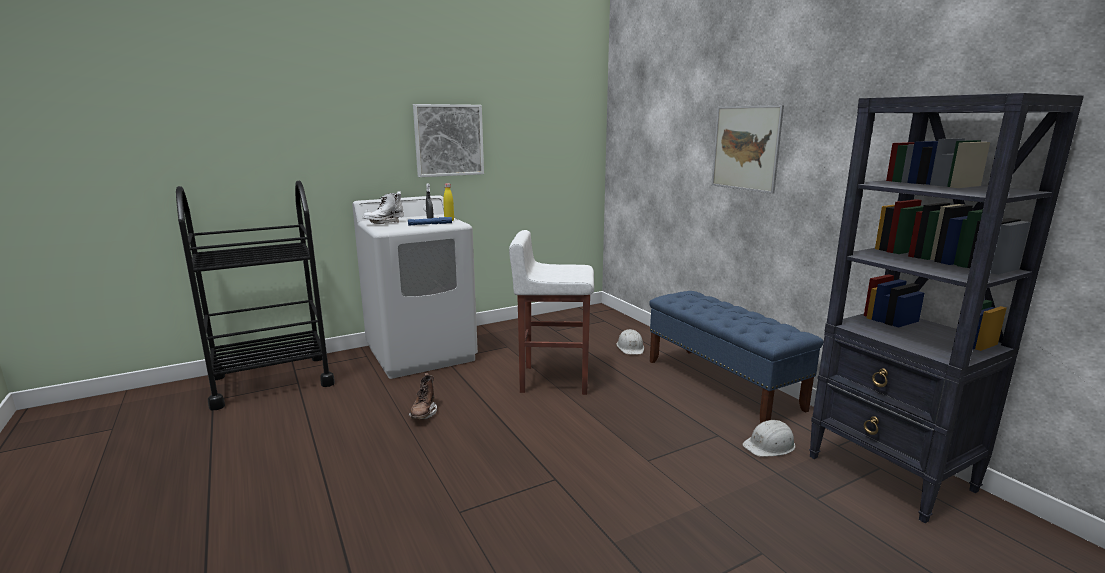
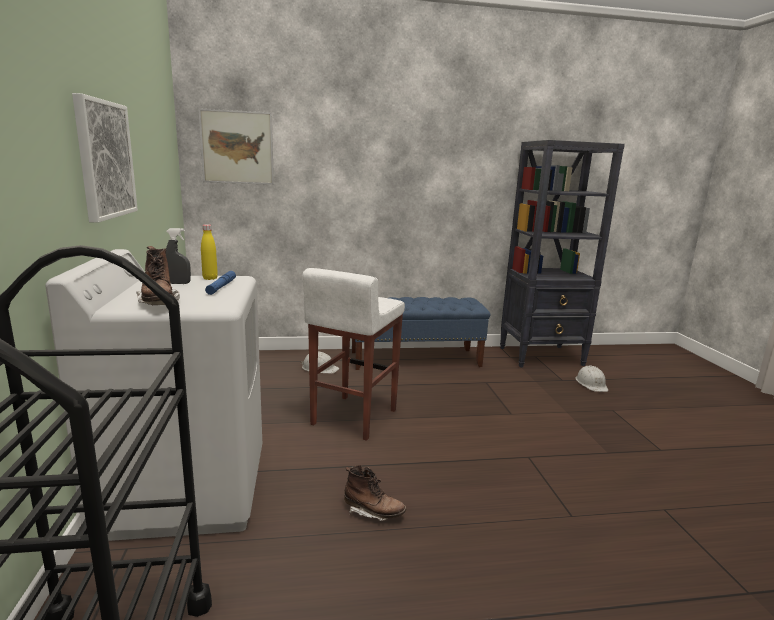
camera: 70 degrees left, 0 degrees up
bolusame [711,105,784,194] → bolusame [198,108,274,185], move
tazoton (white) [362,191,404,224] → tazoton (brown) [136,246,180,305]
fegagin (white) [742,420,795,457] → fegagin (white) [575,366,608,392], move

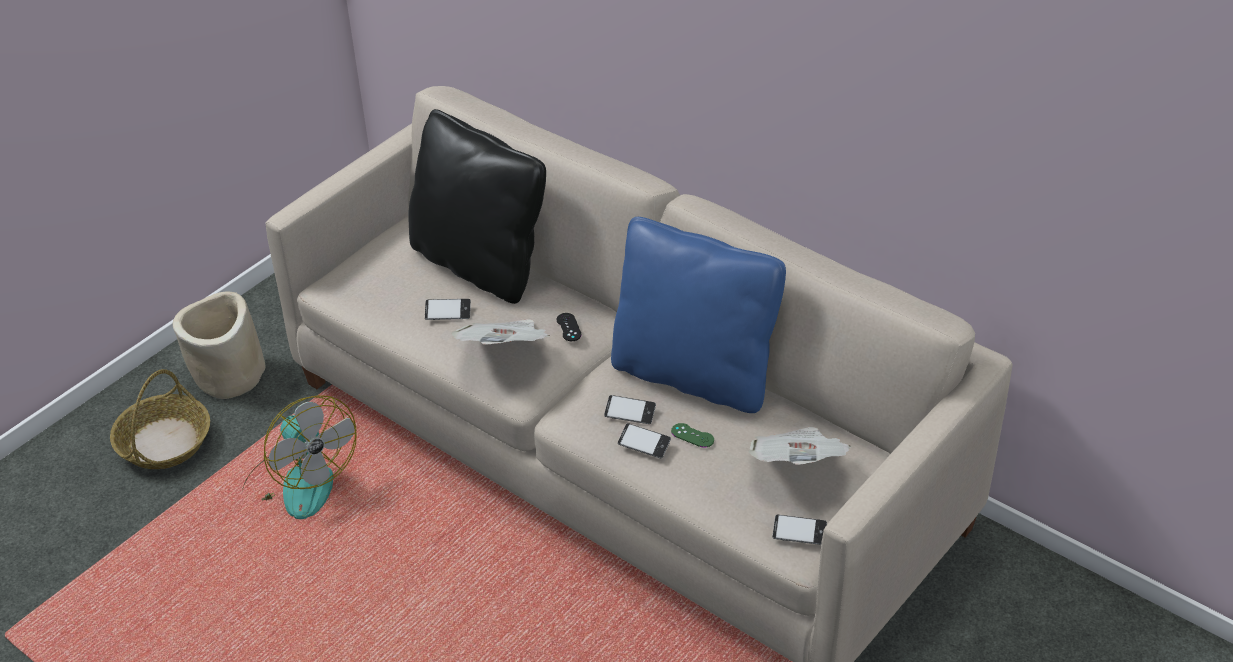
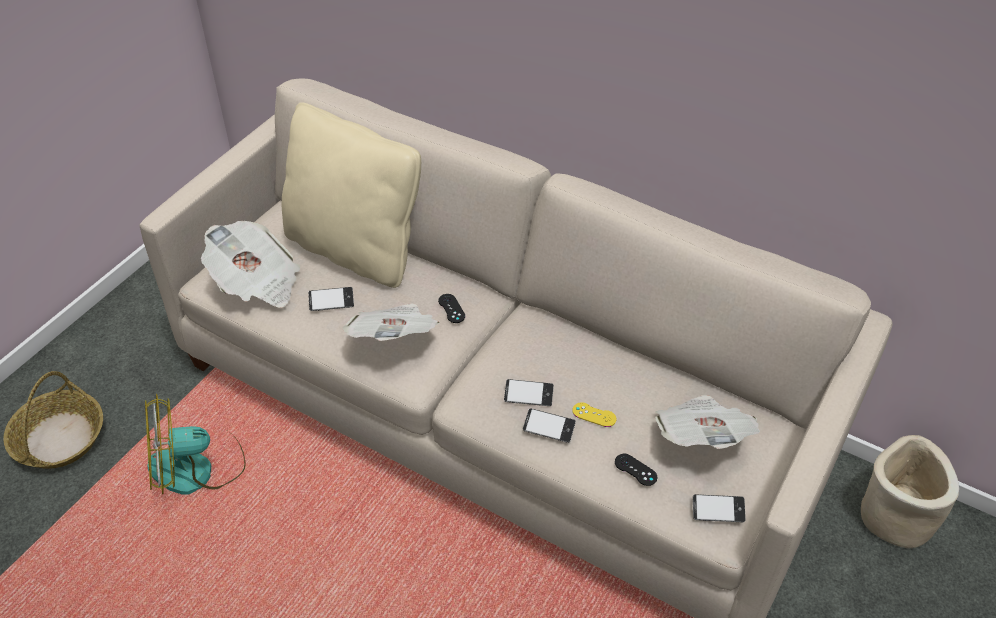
camera: 10 degrees left, 5 degrees up
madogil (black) [408,109,546,304] → madogil (beige) [282,102,421,288]
madogil (blue) [611,217,786,413] → -
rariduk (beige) [173,291,266,399] → rariduk (beige) [861,435,959,548], move
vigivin [242,395,357,519] → vigivin [145,394,246,495], 120 degrees clockwise
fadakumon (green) [671,423,714,448] → fadakumon (yellow) [572,402,616,427]
- → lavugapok [201,221,300,308]
- → fadakumon (black) [615,454,657,486]

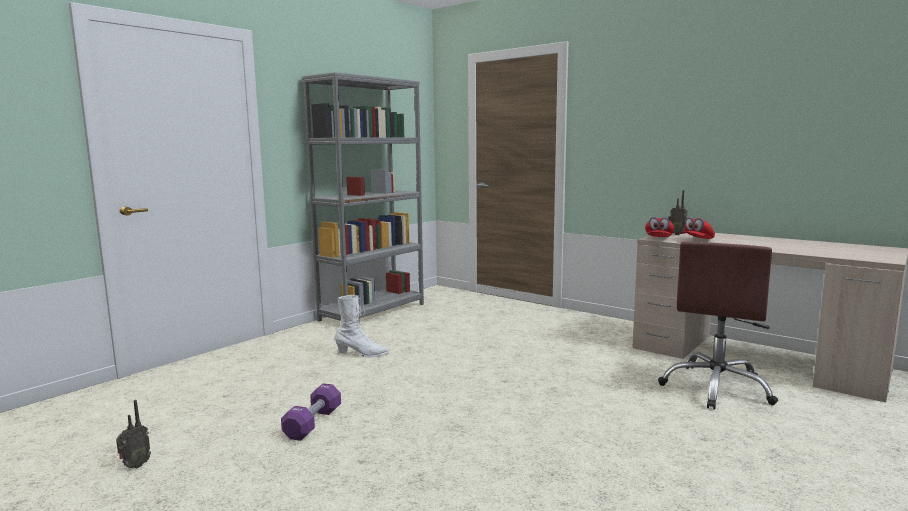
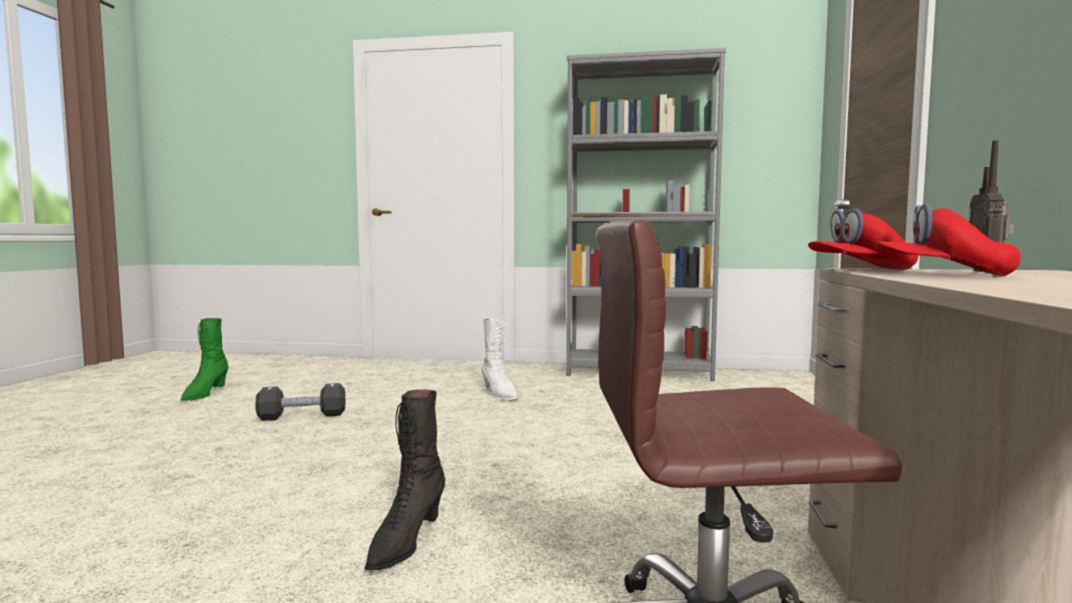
camera: 60 degrees right, 5 degrees down
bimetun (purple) [281,383,341,441] → bimetun (black) [255,383,345,421]
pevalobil [116,400,151,469] → tazoton (green) [181,318,229,400]
- → tazoton (black) [364,390,445,570]

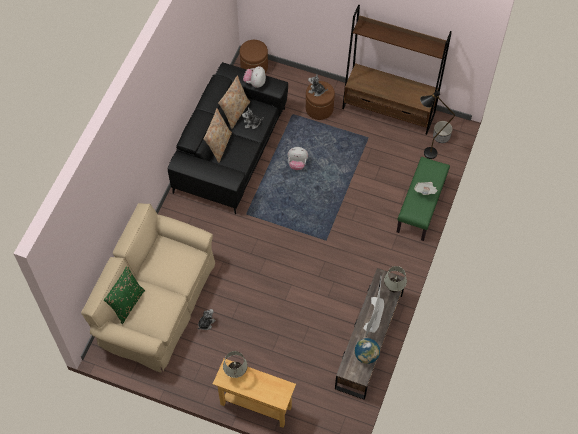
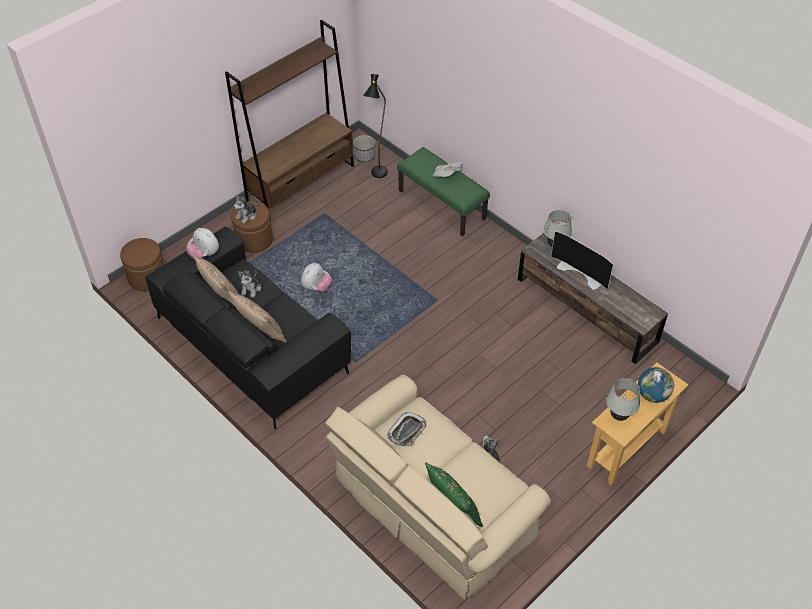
camera: 65 degrees left, 10 degrees down
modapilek [355,338,380,364] → modapilek [638,367,674,403], move
- → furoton [388,412,426,447]

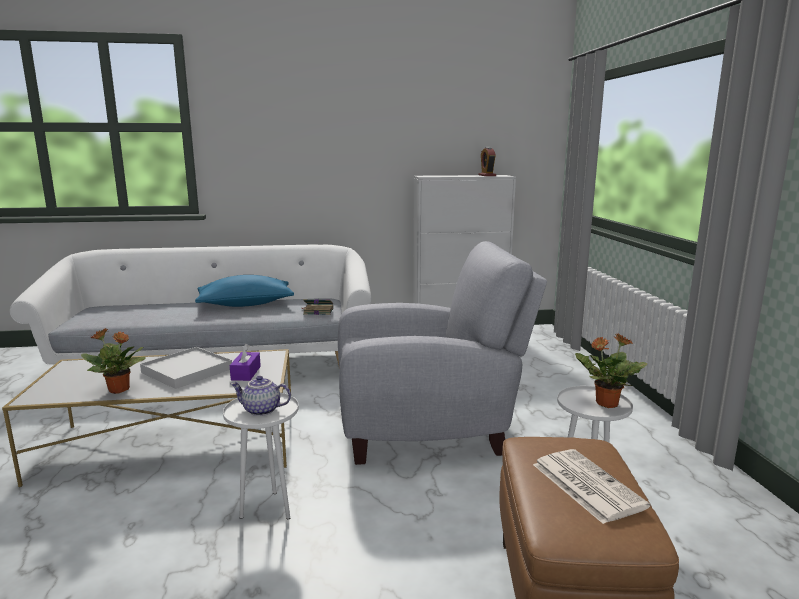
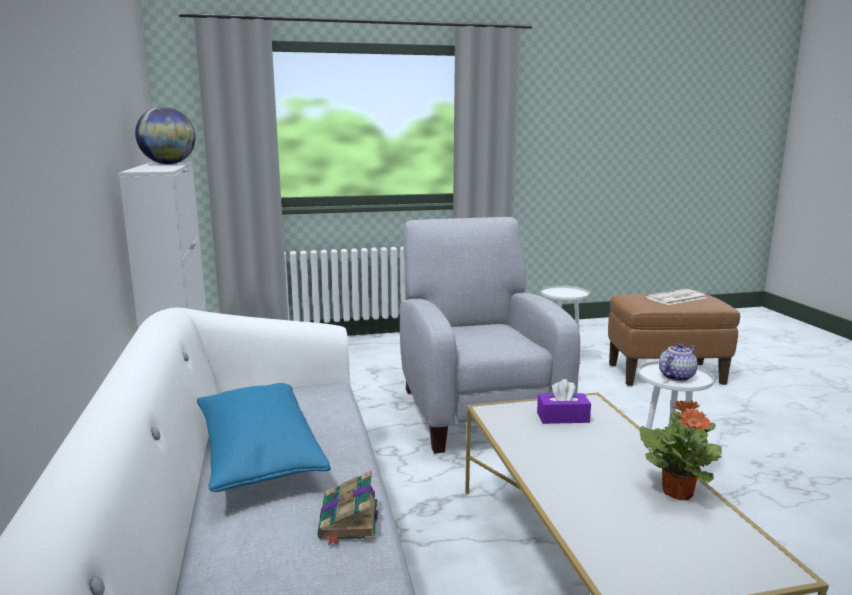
camera: 95 degrees left, 0 degrees up
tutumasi [478,147,496,176] → modapilek [135,107,195,164]
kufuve [302,299,333,315] → kufuve [317,470,378,545], move
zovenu [575,333,647,408] → -
furoton (white) [140,347,232,389] → -
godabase [231,376,291,416] → godabase [659,343,698,381], 135 degrees counterclockwise

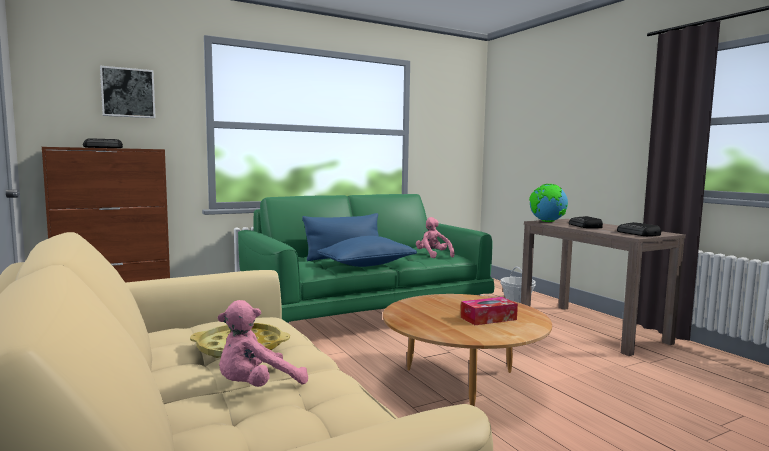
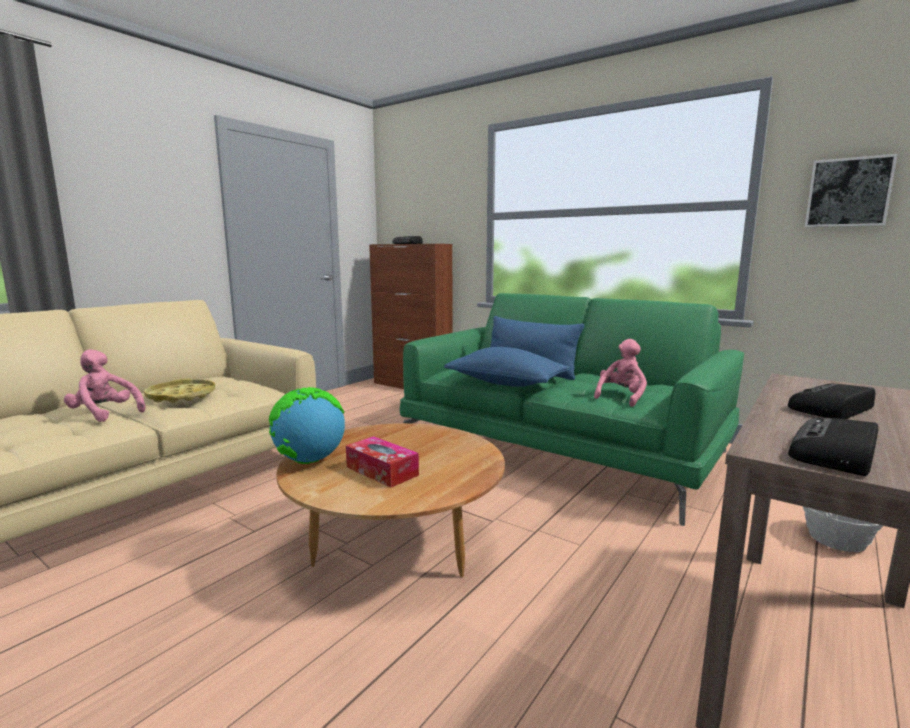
camera: 65 degrees right, 5 degrees up
bolusame [100,66,156,118] → bolusame [805,154,898,227], move
modapilek [529,184,568,222] → modapilek [269,387,345,464], move

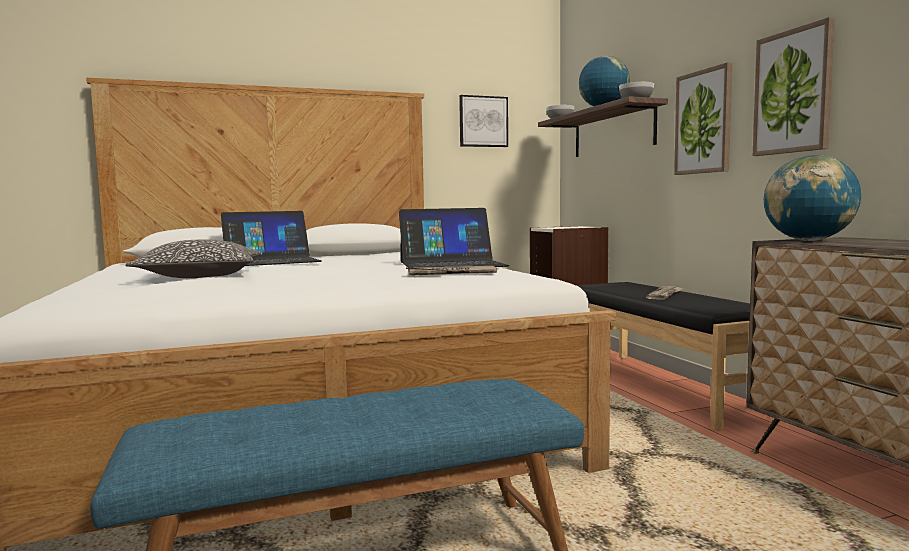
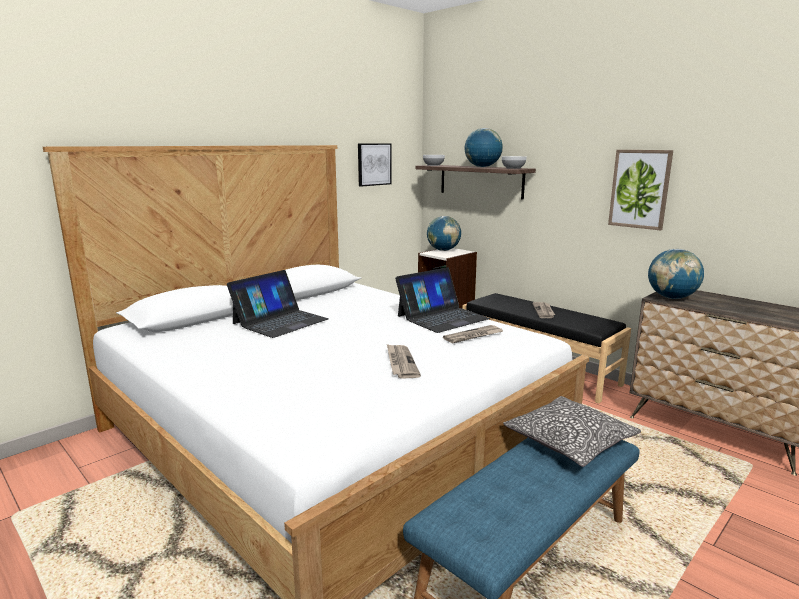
camera: 25 degrees left, 10 degrees up
bolusame [674,62,732,175] → -
madogil [125,239,261,278] → madogil [503,396,641,467], move
- → modapilek [427,216,461,251]
- → lavugapok [387,344,421,378]

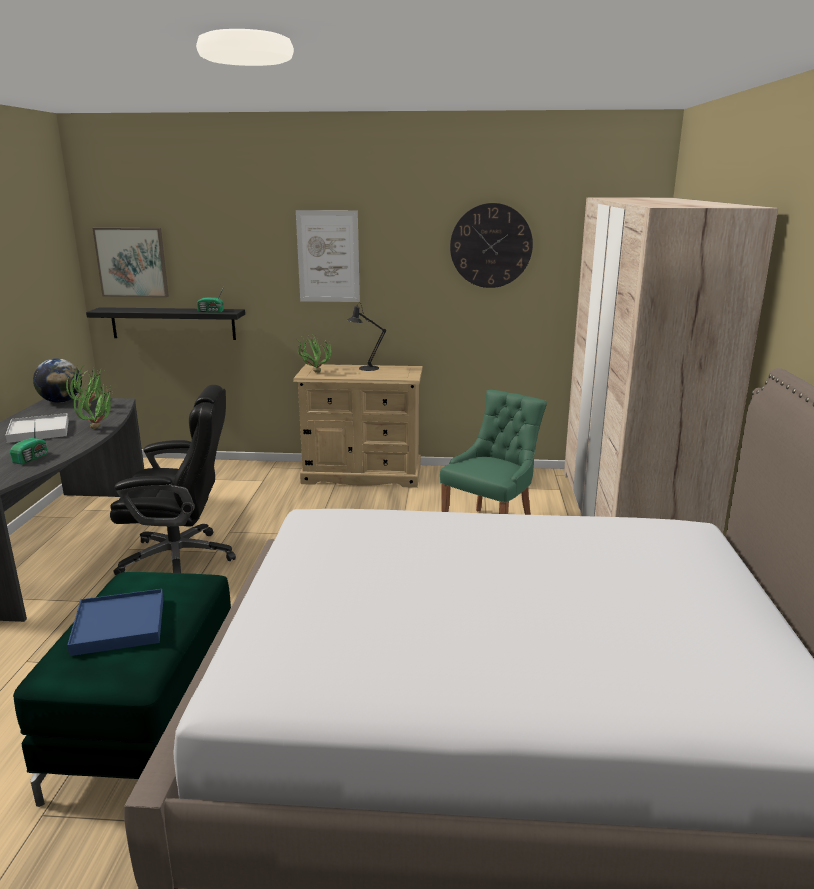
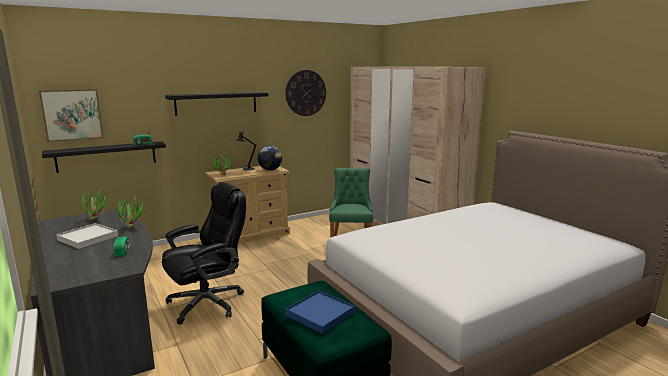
camera: 35 degrees left, 5 degrees down
bolusame [296,210,360,302] → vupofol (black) [165,92,268,116]
modapilek [33,358,82,403] → modapilek [258,146,282,170], move

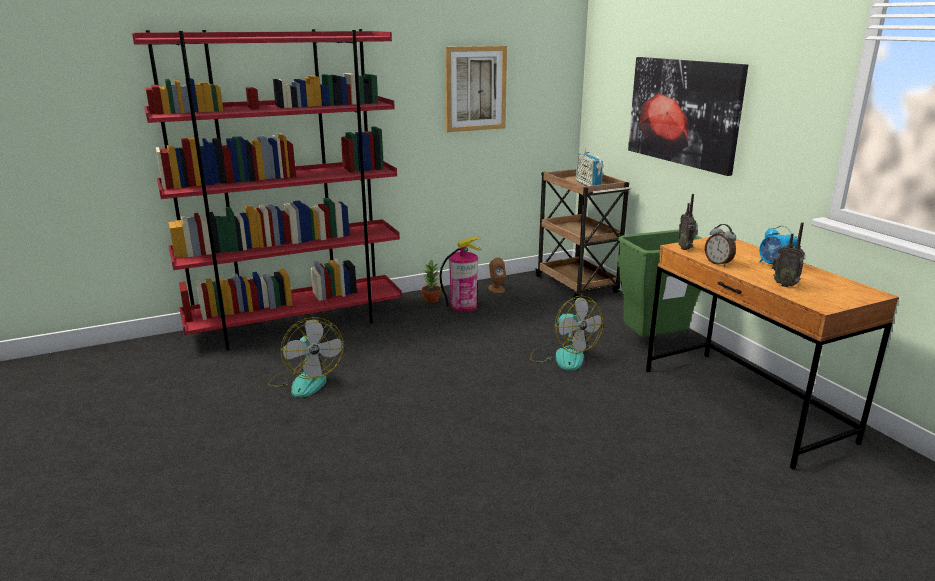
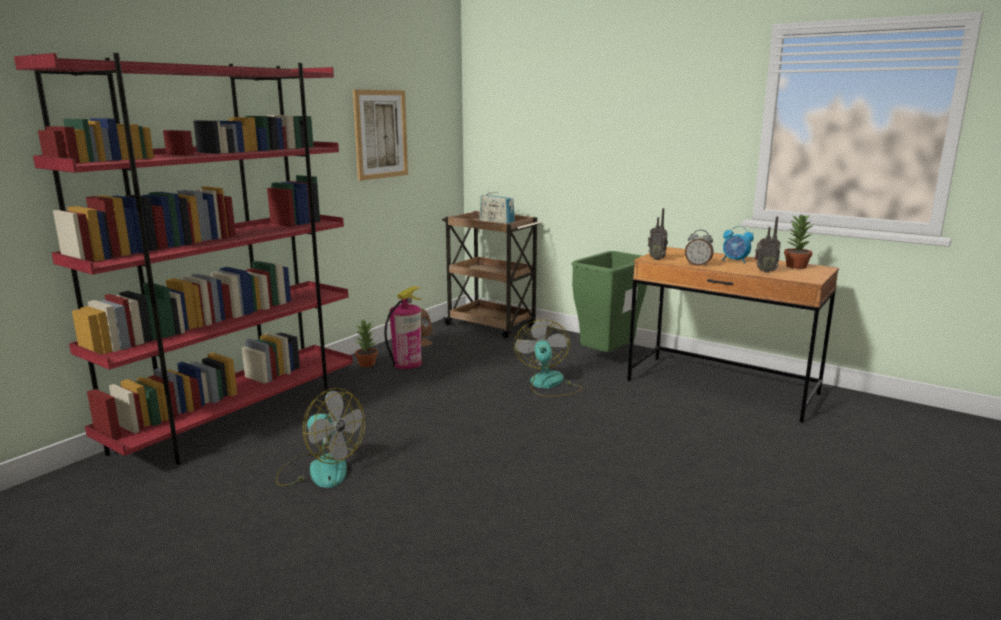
camera: 30 degrees left, 5 degrees down
bolusame [628,57,748,176] → -
vigivin [530,296,603,371] → vigivin [514,320,583,397], 120 degrees counterclockwise
- → zovenu [784,215,813,269]

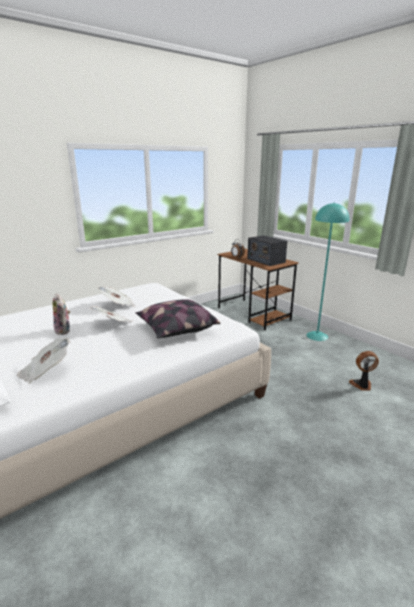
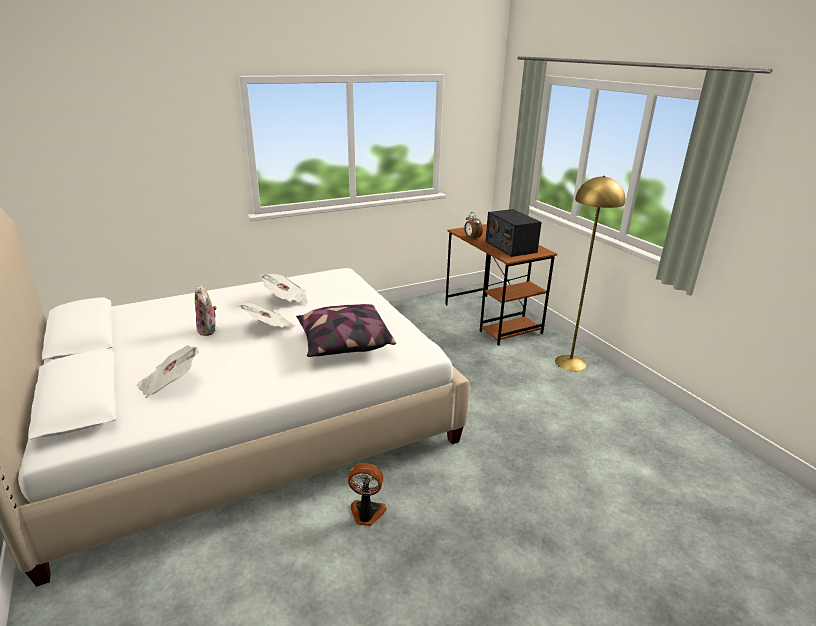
camera: 10 degrees right, 5 degrees up
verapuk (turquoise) [306,202,349,341] → verapuk (yellow) [555,176,625,371]
vigivin [349,351,379,391] → vigivin [348,463,387,526], move

